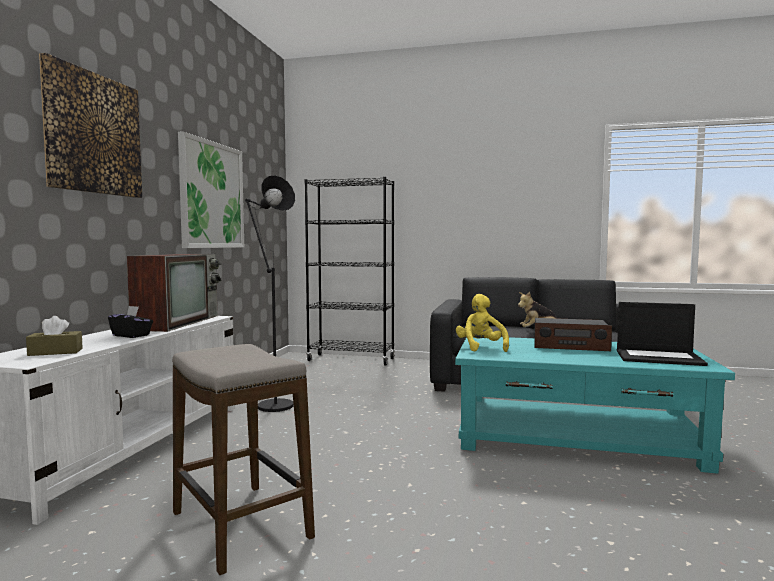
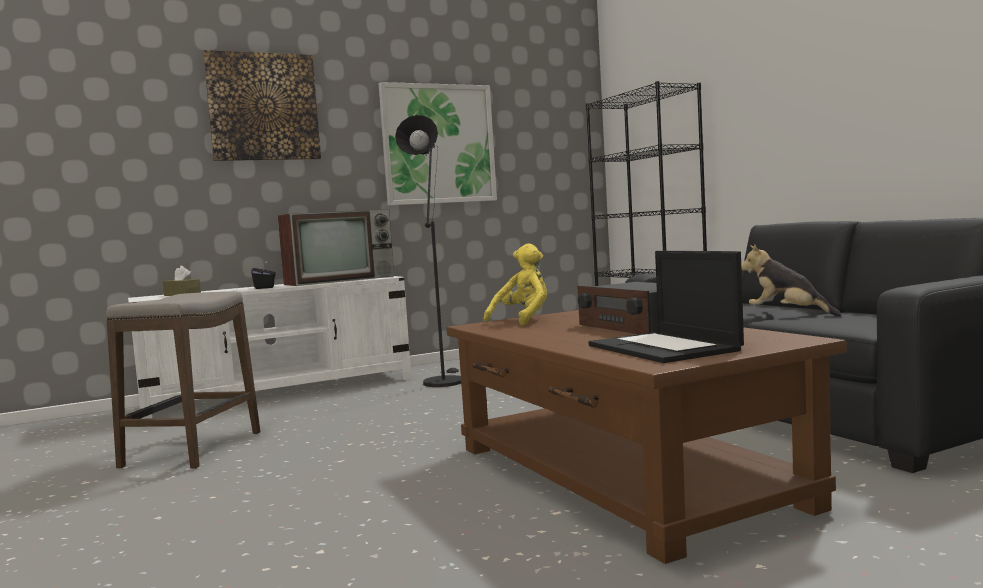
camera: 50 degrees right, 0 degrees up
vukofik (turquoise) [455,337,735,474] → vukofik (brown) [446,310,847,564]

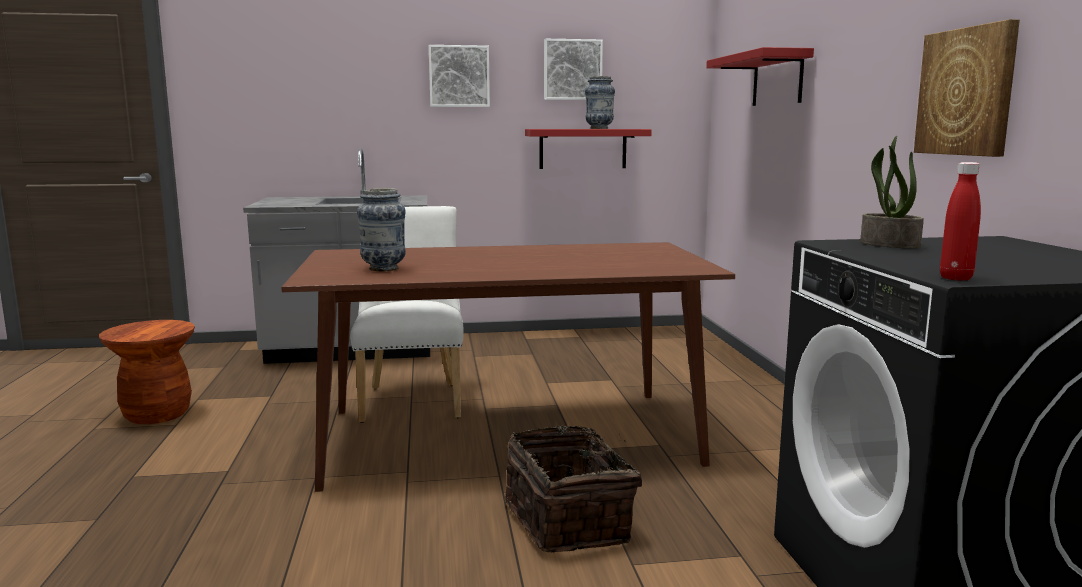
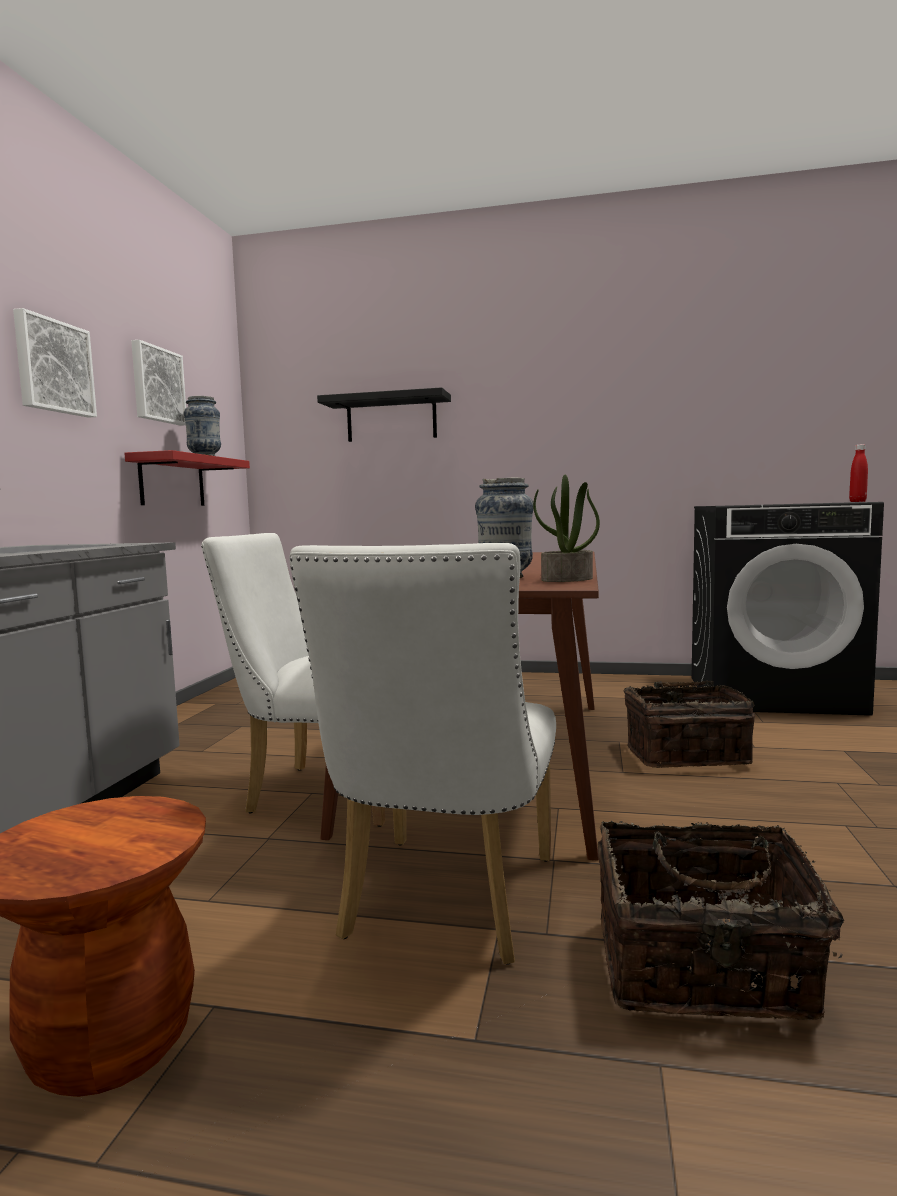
camera: 70 degrees left, 5 degrees down
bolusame [914,19,1020,157] → -
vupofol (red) [706,47,814,106] → vupofol (black) [317,387,451,442]
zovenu [860,136,924,248] → zovenu [533,475,600,582], move
- → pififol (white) [289,543,556,965]
- → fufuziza [598,820,844,1020]

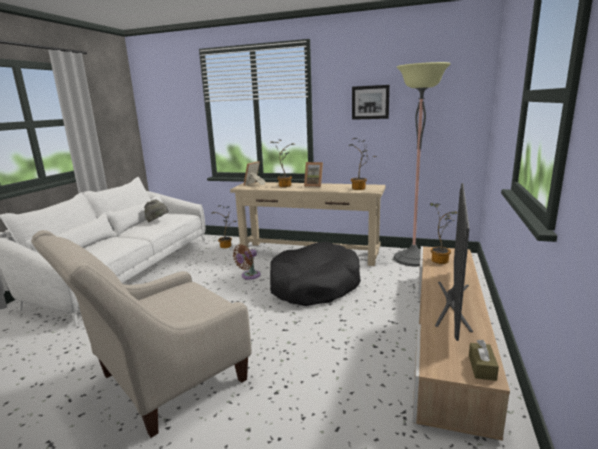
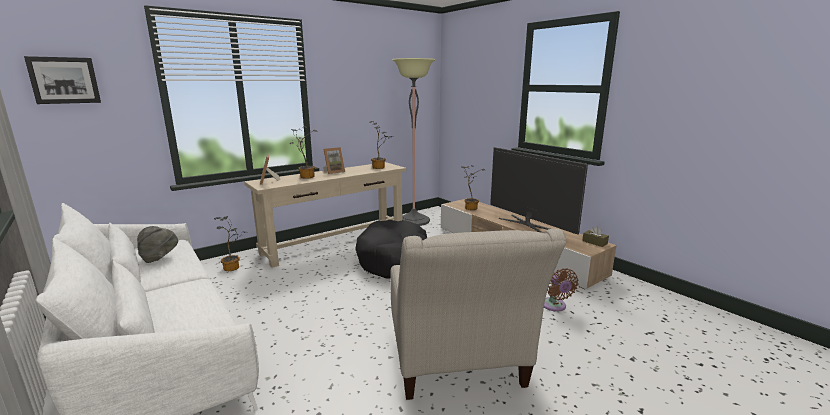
camera: 55 degrees left, 0 degrees up
bolusame [352,85,390,120] → bolusame [24,56,101,104], move
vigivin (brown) [233,245,261,280] → vigivin (brown) [544,268,578,312], move

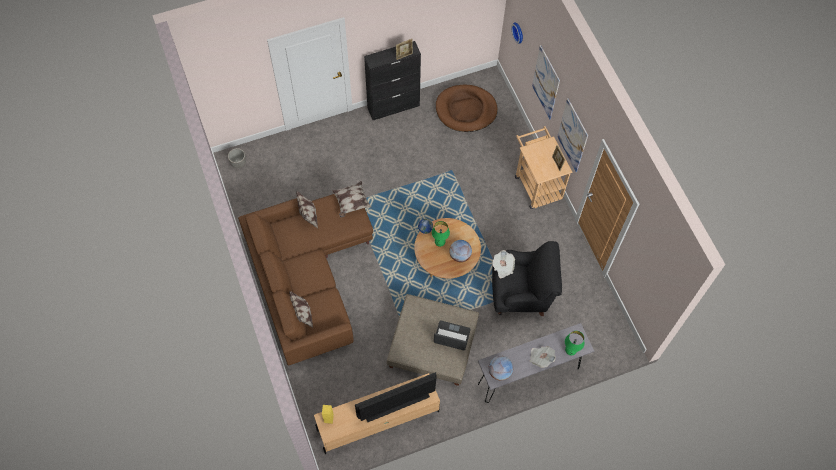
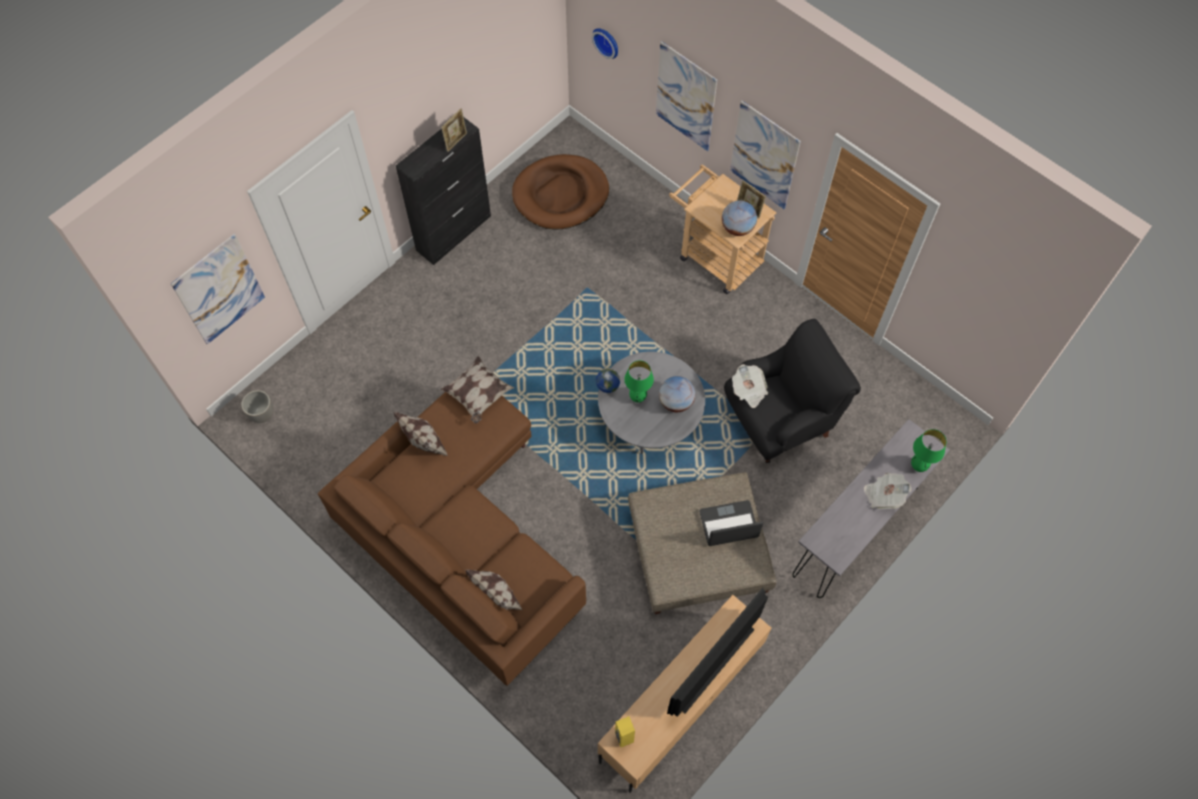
camera: 25 degrees left, 0 degrees up
vukofik (brown) [414,218,481,279] → vukofik (grey) [598,351,705,454]
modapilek [489,356,513,381] → modapilek [722,200,757,236], move
- → bolusame [171,234,265,344]

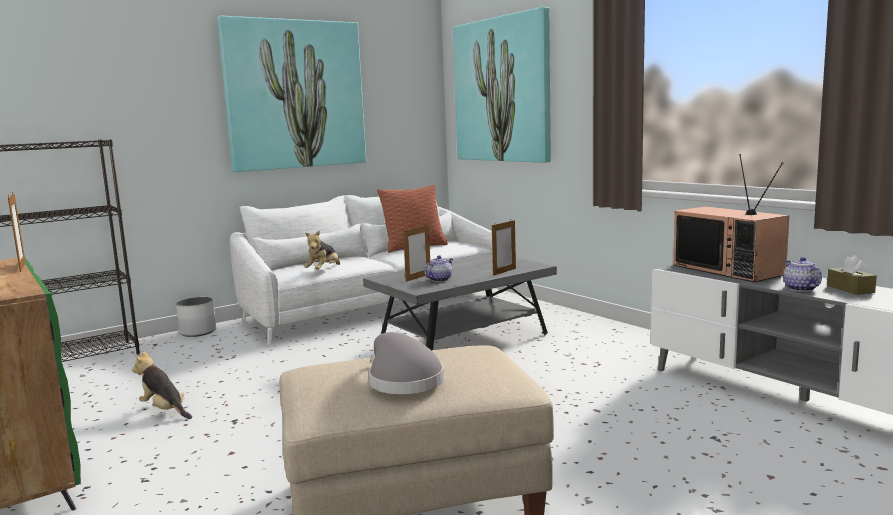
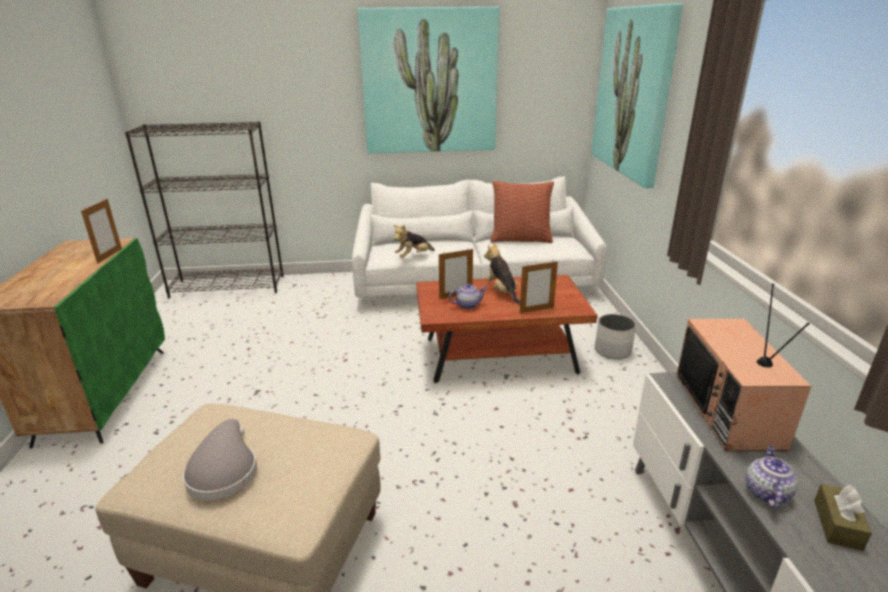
camera: 30 degrees right, 15 degrees up
vukofik (grey) [363,254,557,351] → vukofik (brown) [416,275,597,384]
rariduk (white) [176,297,216,337] → rariduk (white) [595,314,636,359], move
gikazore [132,351,192,419] → gikazore [484,242,520,305], move

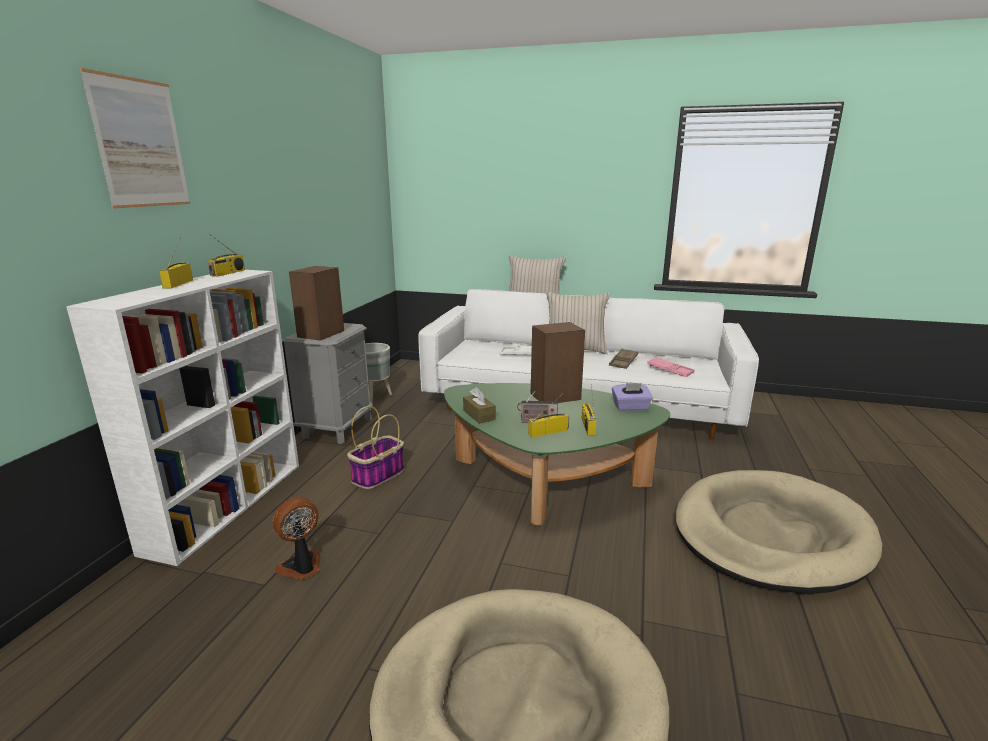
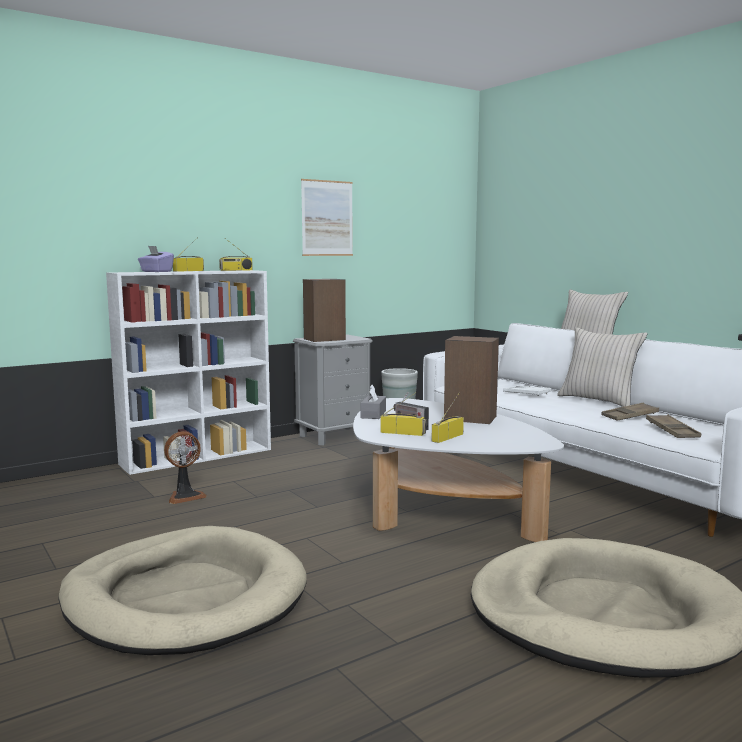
camera: 40 degrees right, 10 degrees down
bolusame [80,68,190,209] → bolusame [301,179,353,256], move
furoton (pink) [647,357,694,377] → furoton (brown) [646,415,701,438]
vukofik (green) [444,383,670,526] → vukofik (white) [353,398,564,542]
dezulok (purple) [612,383,653,411] → dezulok (purple) [138,246,174,272], move
dezulok (brown) [463,387,496,424] → dezulok (grey) [361,385,386,419]
fufuziza [347,406,404,489] → -
vigivin [273,497,320,580] → vigivin [164,431,207,504], 150 degrees clockwise

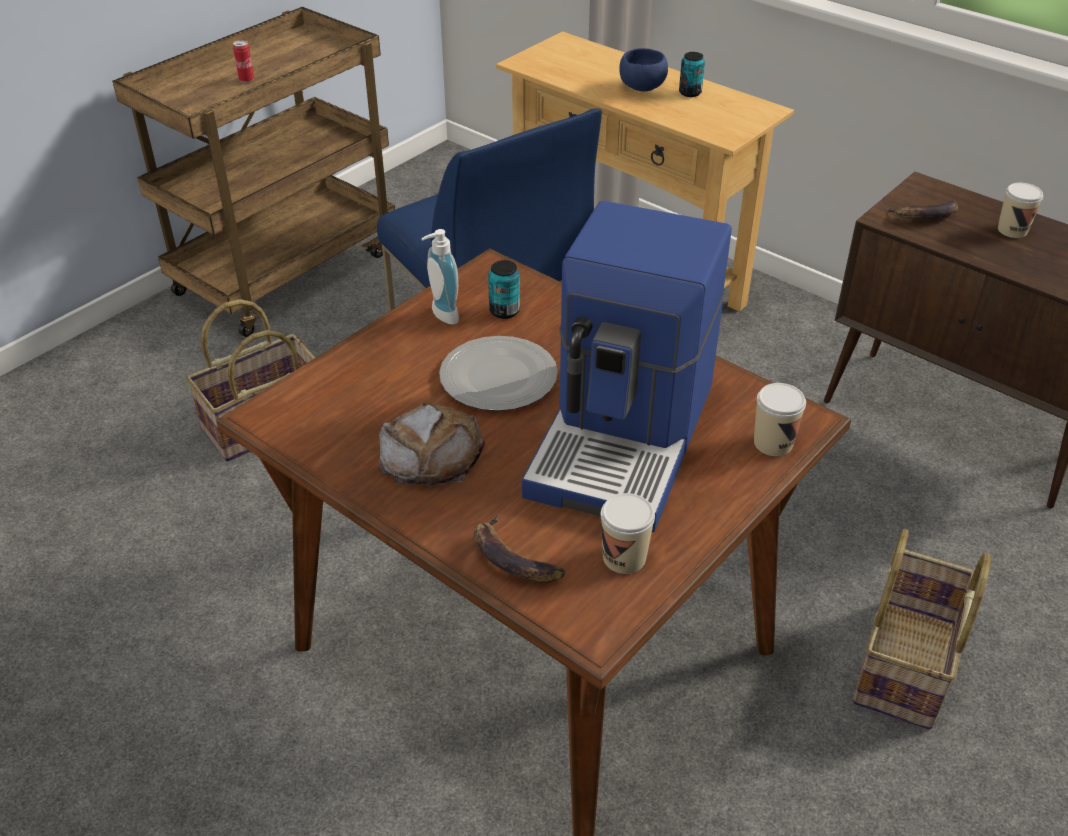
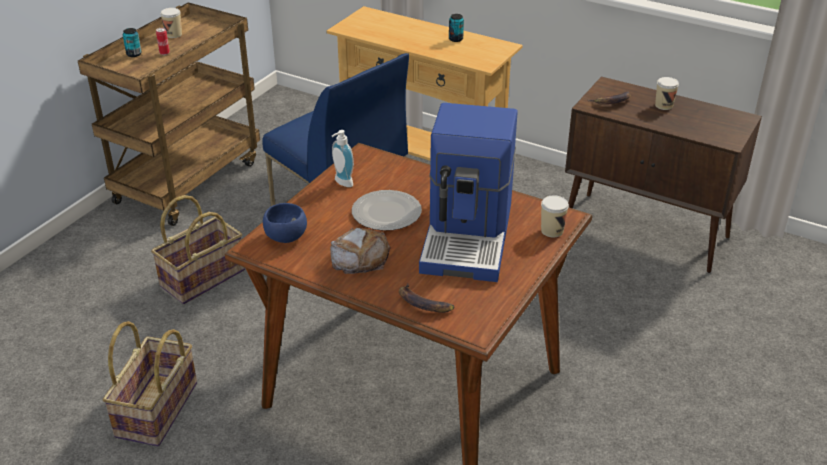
camera: 10 degrees left, 5 degrees down
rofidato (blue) [619,48,668,91] → rofidato (blue) [263,203,307,243], move
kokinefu [488,260,520,319] → kokinefu [123,28,142,57], move
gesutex [601,493,655,574] → gesutex [160,8,182,38], move
fufuziza [853,529,991,729] → fufuziza [103,321,197,446], move

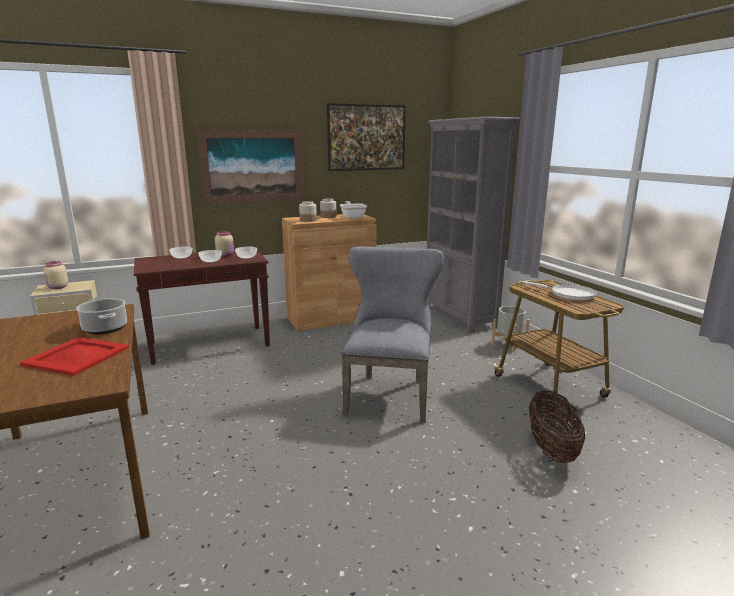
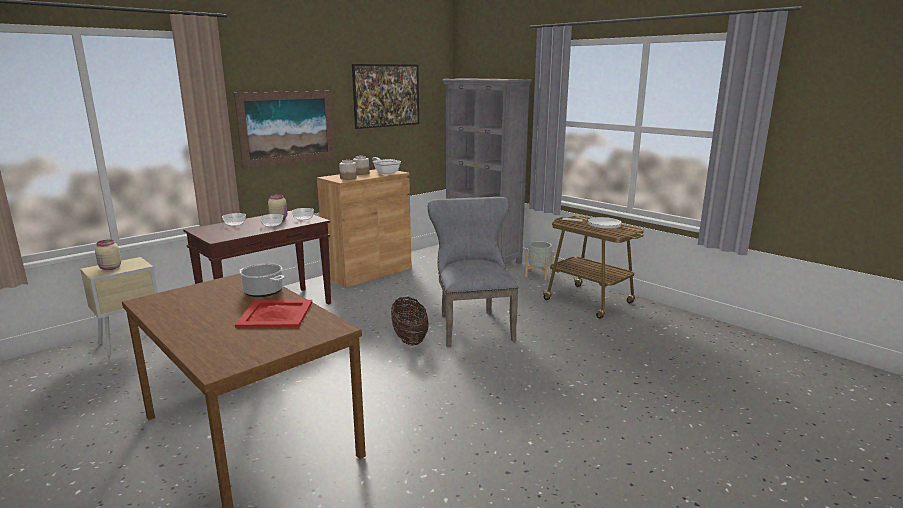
camera: 20 degrees left, 0 degrees up
fufuziza [529,391,585,463] → fufuziza [391,297,429,346], move

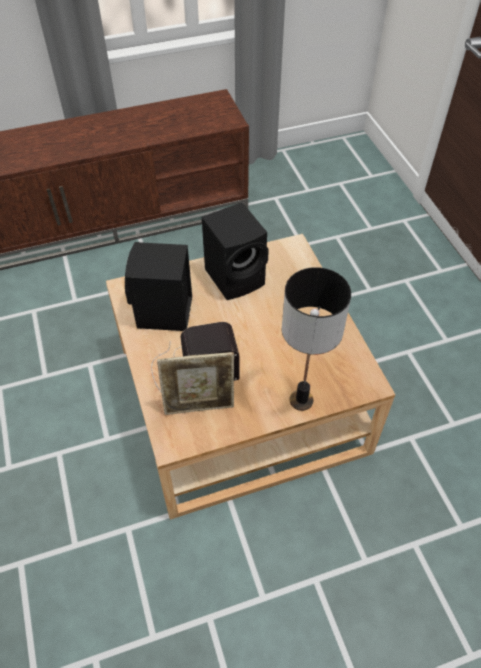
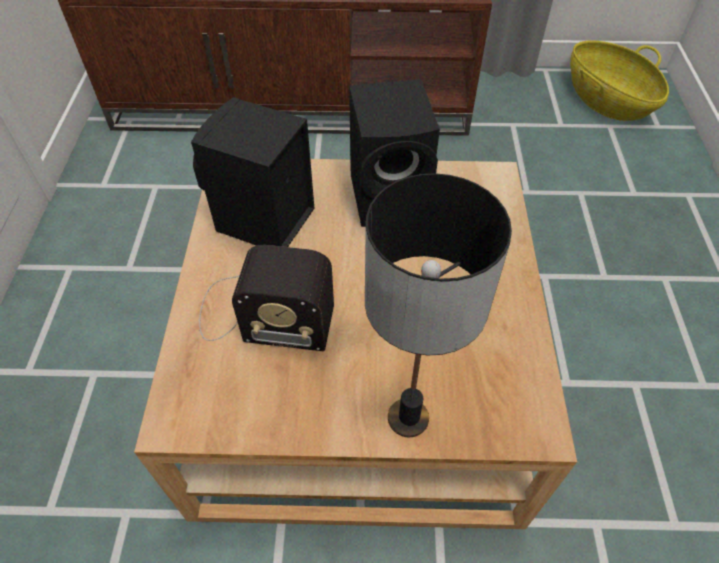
camera: 20 degrees right, 0 degrees up
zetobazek [157,352,234,415] → -
- → fufuziza [570,41,669,121]

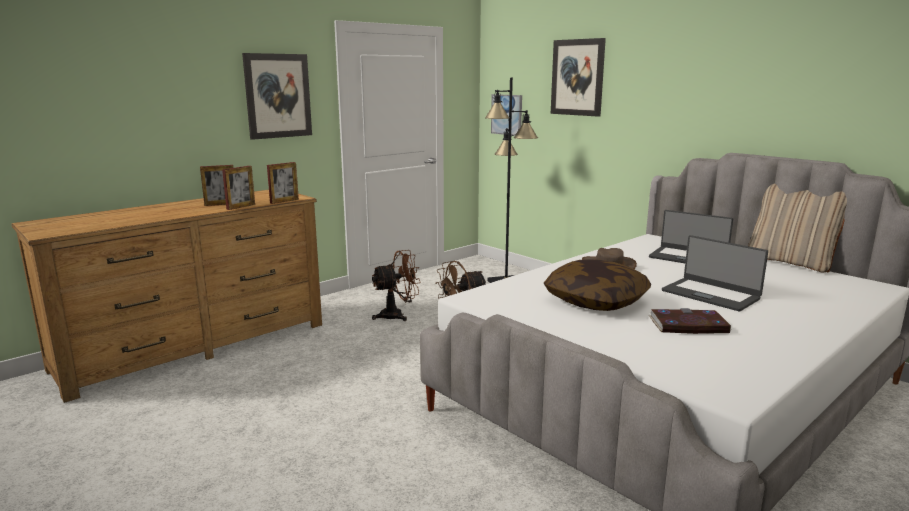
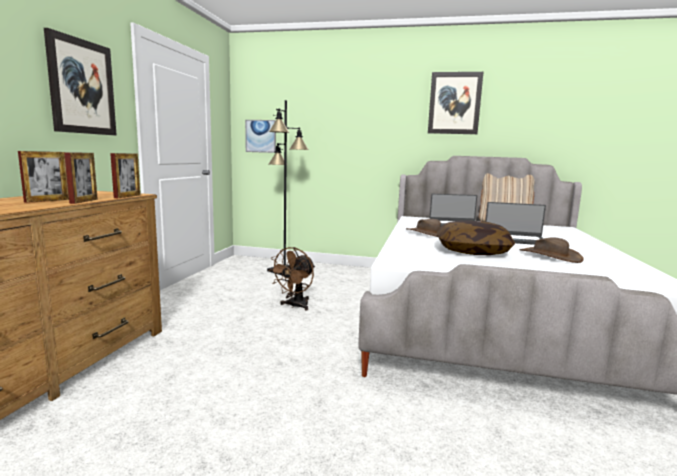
camera: 35 degrees left, 5 degrees down
bolusame [551,38,606,117] → bolusame [428,72,483,134], move
vigivin (brown) [372,250,421,321] → -
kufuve [649,308,731,334] → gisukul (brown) [519,238,584,263]

